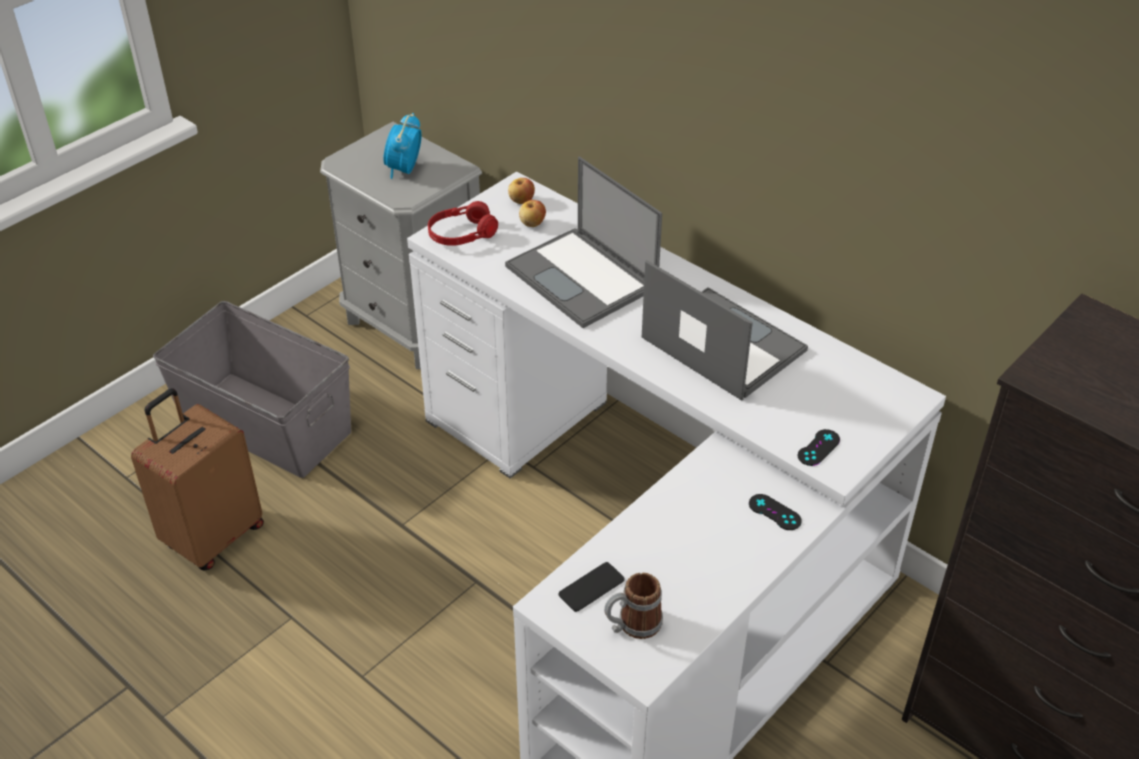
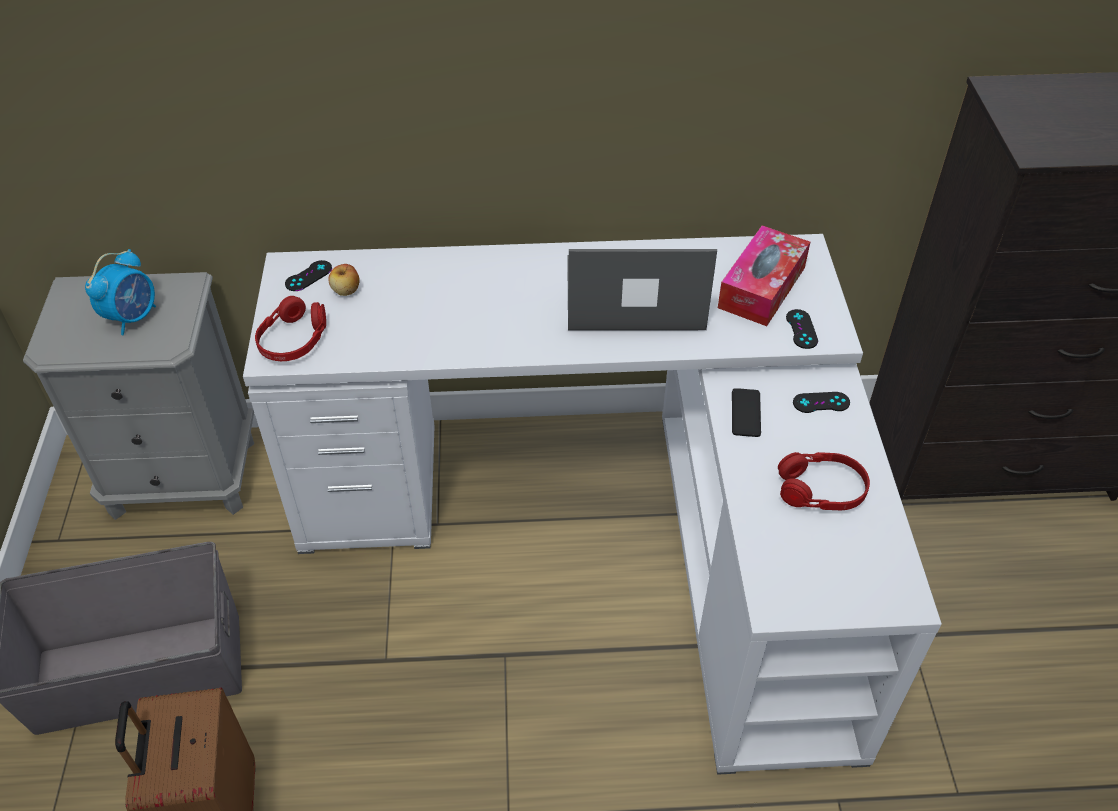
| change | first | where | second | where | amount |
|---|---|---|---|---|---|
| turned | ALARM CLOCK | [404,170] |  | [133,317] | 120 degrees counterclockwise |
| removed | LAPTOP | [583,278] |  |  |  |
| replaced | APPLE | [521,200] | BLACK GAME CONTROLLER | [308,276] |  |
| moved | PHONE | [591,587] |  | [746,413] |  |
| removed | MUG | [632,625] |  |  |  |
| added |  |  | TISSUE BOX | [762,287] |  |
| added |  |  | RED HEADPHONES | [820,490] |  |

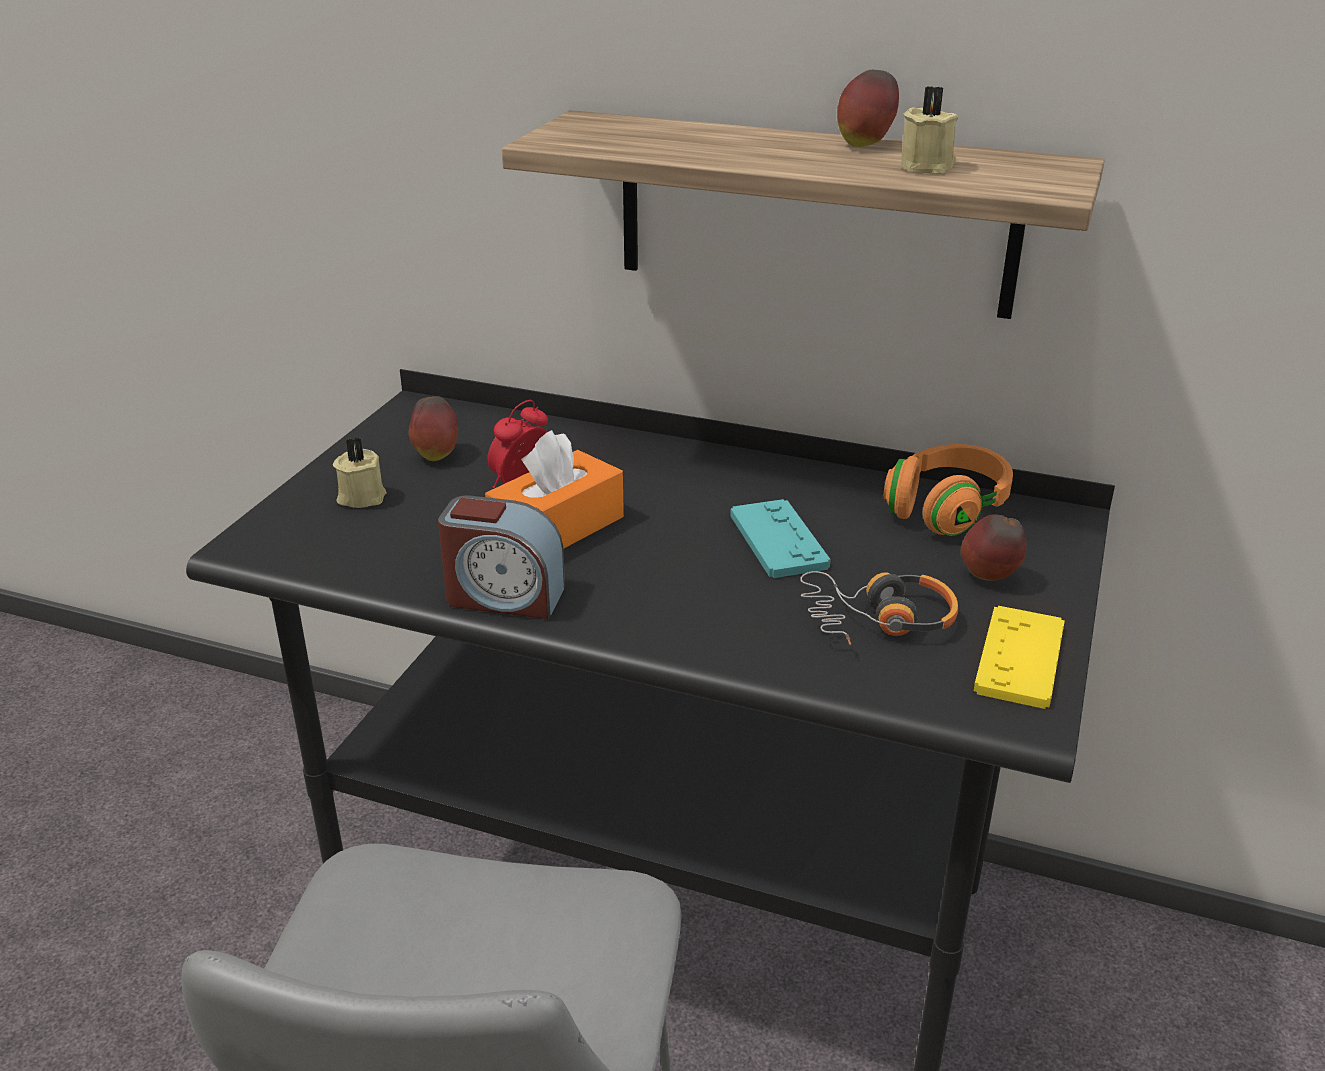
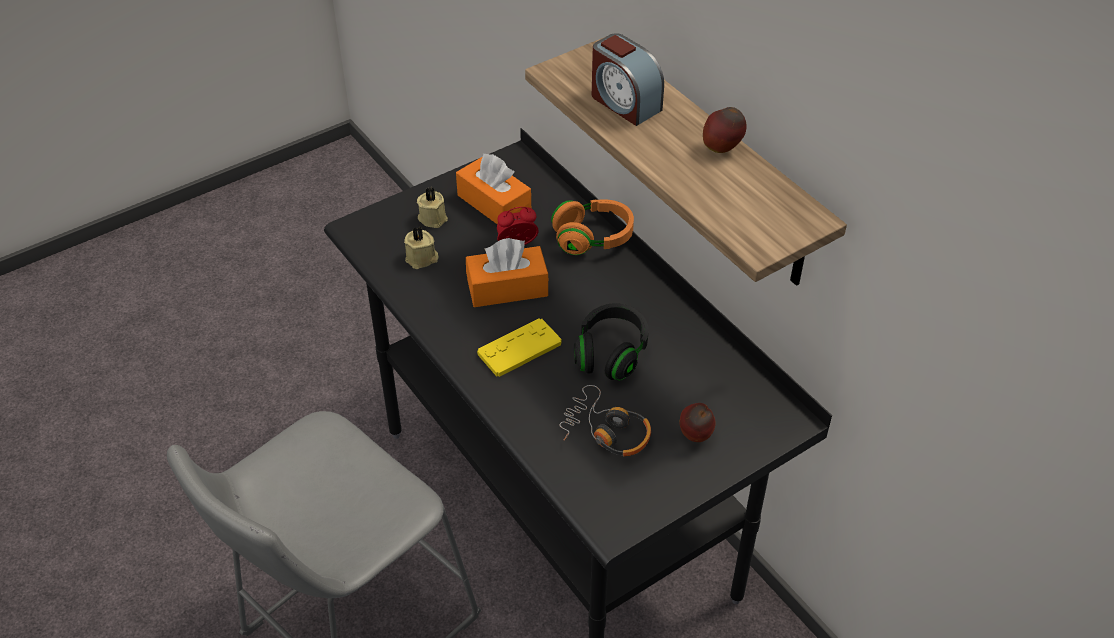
| change | first | where | second | where | amount |
|---|---|---|---|---|---|
| replaced | APPLE | [436,455] | ORANGE TISSUE BOX | [494,203] |  |
| moved | ALARM CLOCK | [504,596] |  | [624,103] |  |
| replaced | TURQUOISE GAME CONTROLLER | [778,540] | BLACK HEADPHONES | [611,353] |  |
| moved | ORANGE HEADPHONES | [947,510] |  | [593,238] |  |
| moved | BEIGE CANDLE | [929,166] |  | [422,259] |  |
| moved | YELLOW GAME CONTROLLER | [1019,658] |  | [519,348] |  |

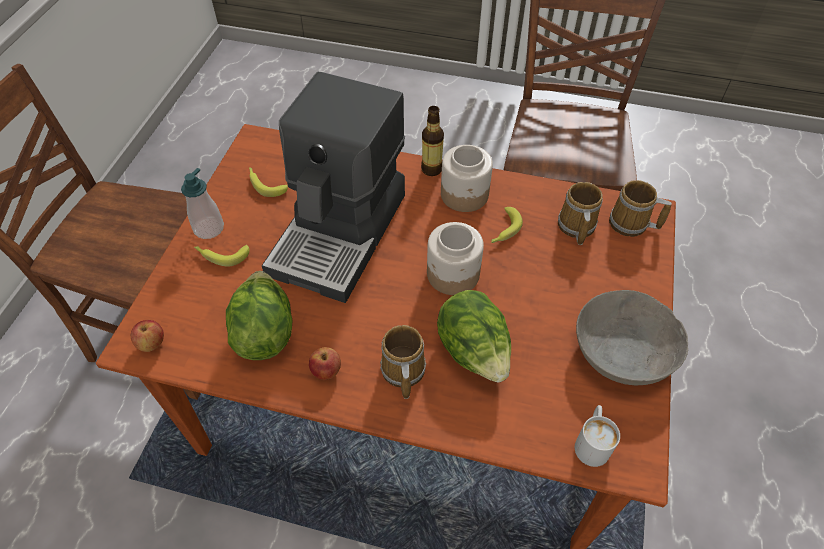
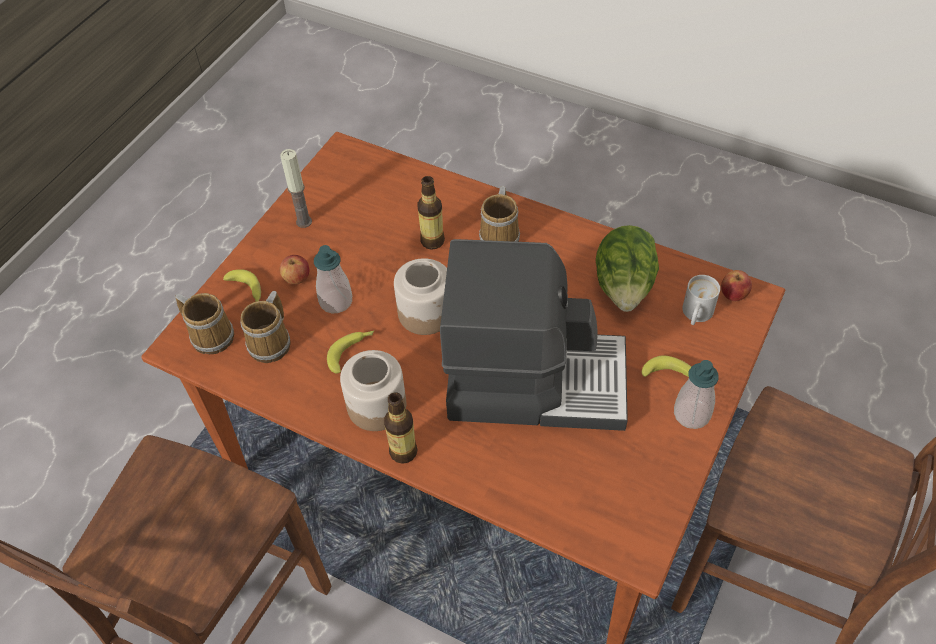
| change | first | where | second | where | amount |
|---|---|---|---|---|---|
| moved | BANANA | [265,184] |  | [247,292] |  |
| turned | COFFEE MACHINE | [341,233] |  | [535,380] | 60 degrees clockwise |
| moved | APPLE | [326,371] |  | [297,278] |  |
| replaced | LETTUCE | [474,352] | BOTTLE | [432,241] |  |
| moved | WHITE MUG | [592,442] |  | [696,315] |  |
| replaced | GREY BOWL | [621,351] | CANDLE | [304,221] |  |
| added |  |  | SOAP DISPENSER | [336,301] |  |

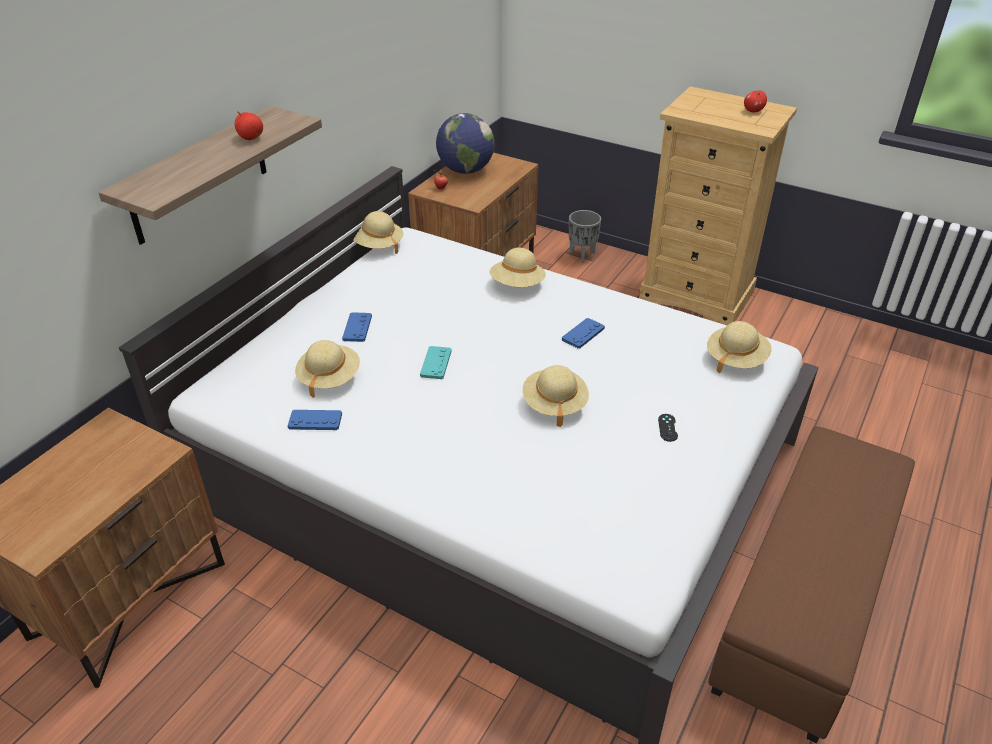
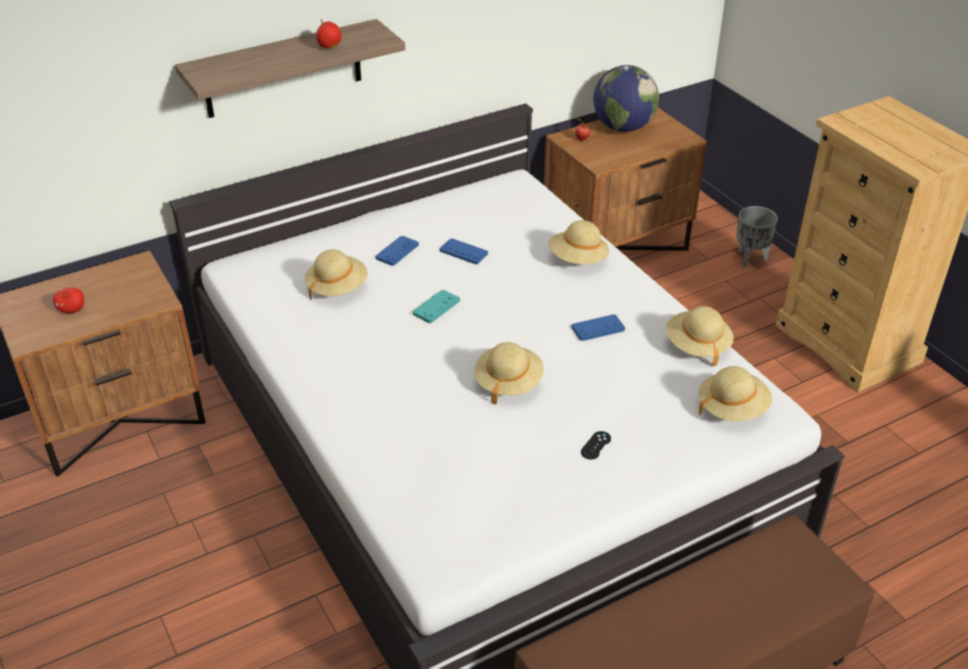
| change | first | where | second | where | amount |
|---|---|---|---|---|---|
| moved | BLUE GAME CONTROLLER | [315,421] |  | [463,252] |  |
| moved | BEIGE HAT | [377,245] |  | [697,346] |  |
| moved | APPLE | [753,111] |  | [72,310] |  |

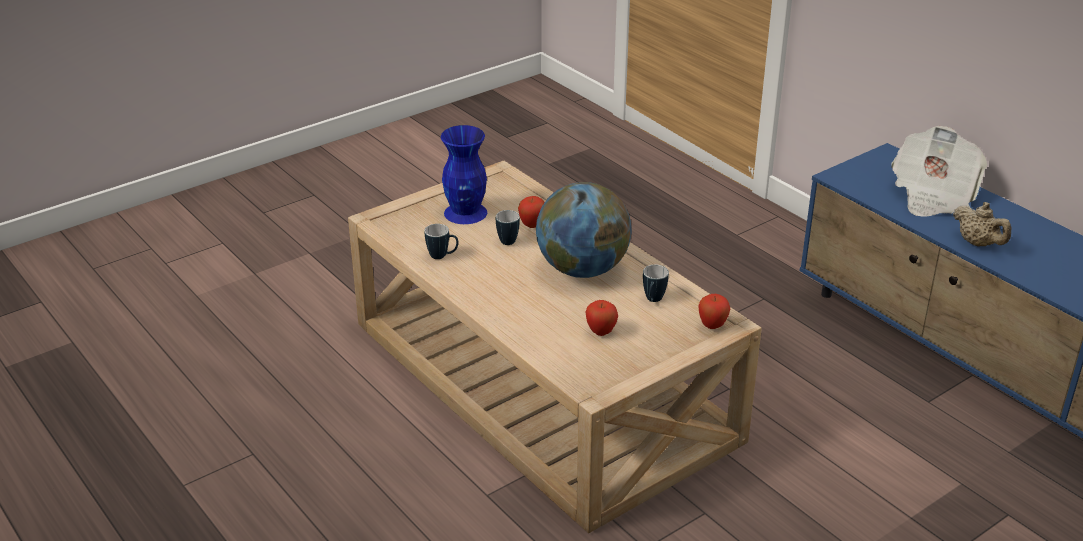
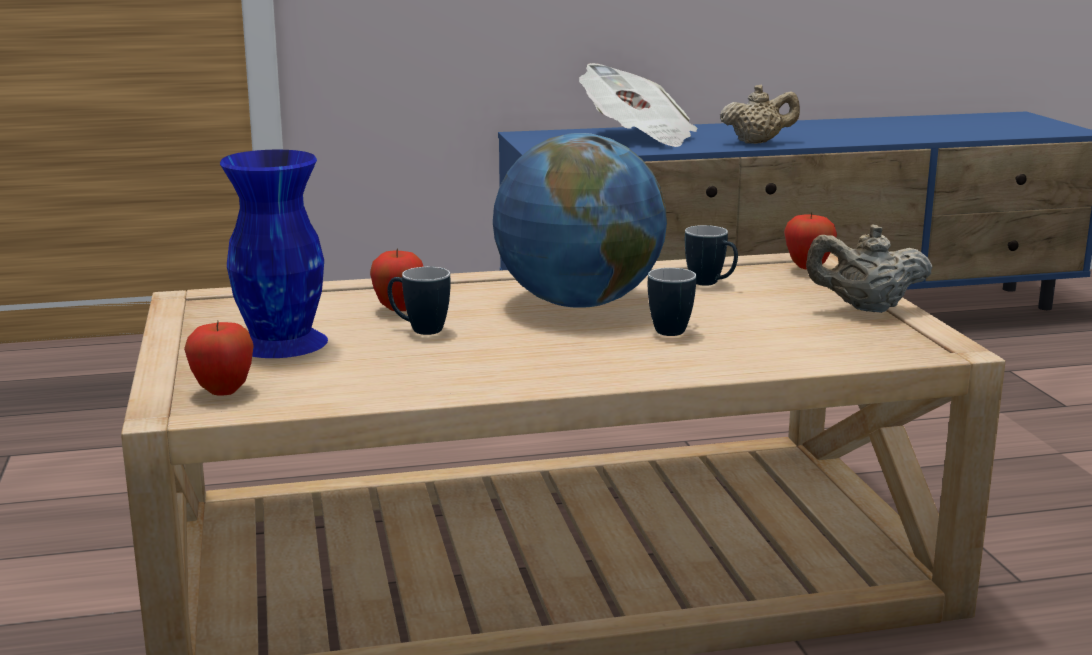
| change | first | where | second | where | amount |
|---|---|---|---|---|---|
| moved | MUG | [442,256] |  | [675,330] |  |
| moved | APPLE | [601,332] |  | [223,391] |  |
| added |  |  | BEIGE TEAPOT | [865,308] |  |

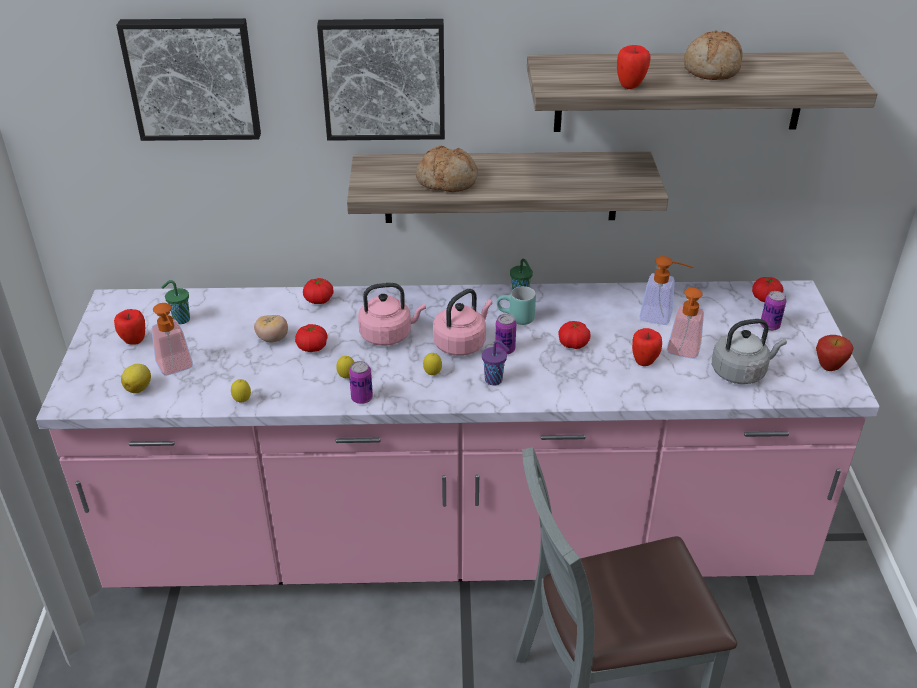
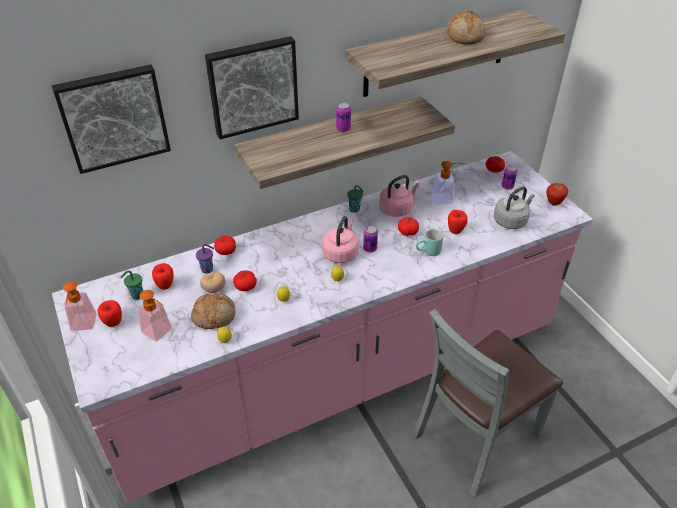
| change | first | where | second | where | amount |
|---|---|---|---|---|---|
| removed | LEMON | [139,388] |  |  |  |
| moved | CAN | [362,398] |  | [343,129] |  |
| moved | PINK KETTLE | [388,335] |  | [397,209] |  |
| moved | BREAD | [447,180] |  | [214,316] |  |
| moved | PURPLE CUP | [494,380] |  | [208,269] |  |
| moved | TURQUOISE MUG | [515,319] |  | [428,253] |  |
| moved | APPLE | [630,86] |  | [165,286] |  |
| moved | SOAP DISPENSER | [682,353] |  | [83,326] |  |

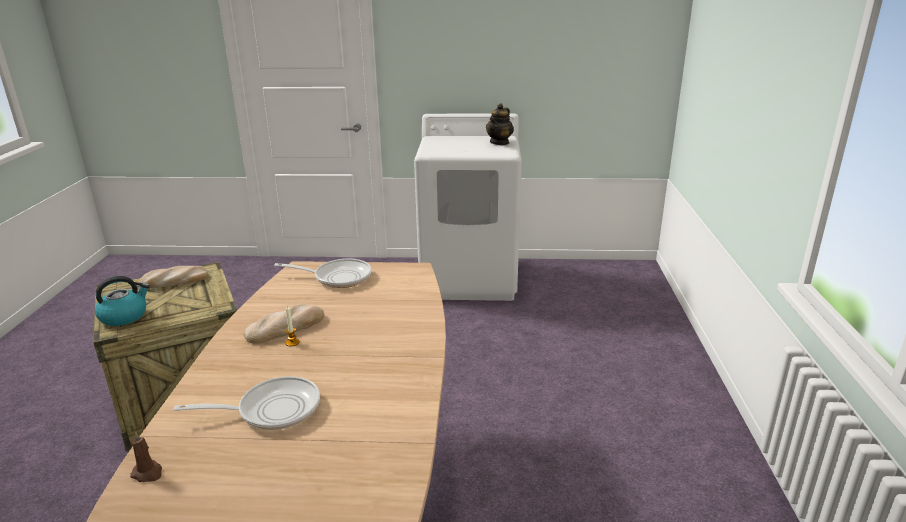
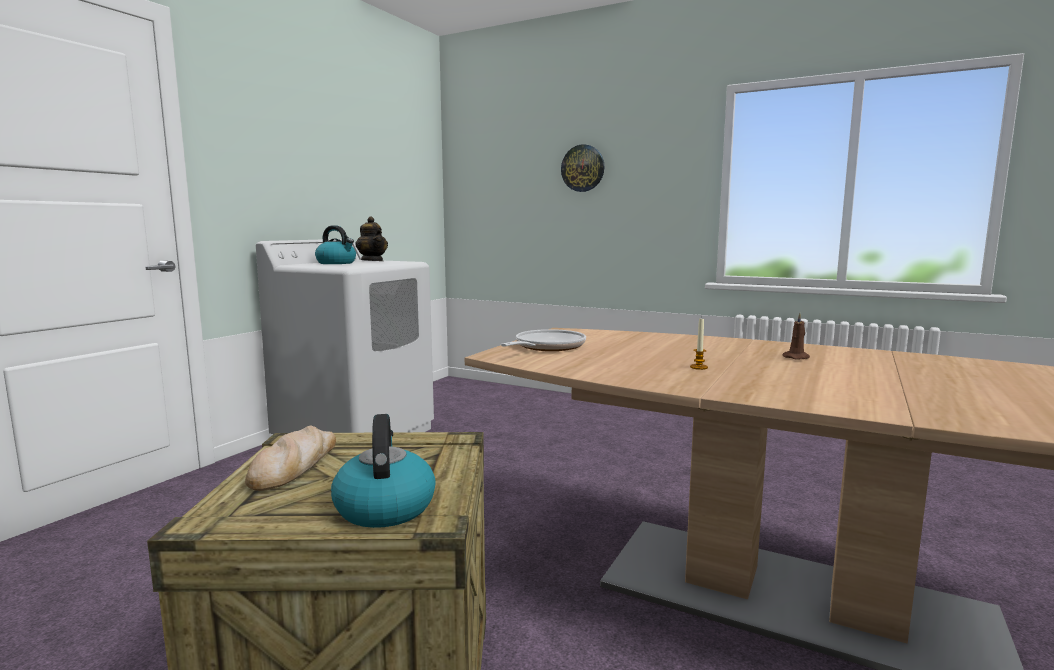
| change | first | where | second | where | amount |
|---|---|---|---|---|---|
| moved | BROWN CANDLE | [148,473] |  | [796,357] |  |
| removed | FRYING PAN | [272,410] |  |  |  |
| removed | BREAD | [285,327] |  |  |  |
| added |  |  | KETTLE | [337,263] |  |
| added |  |  | WALL CLOCK | [583,168] |  |

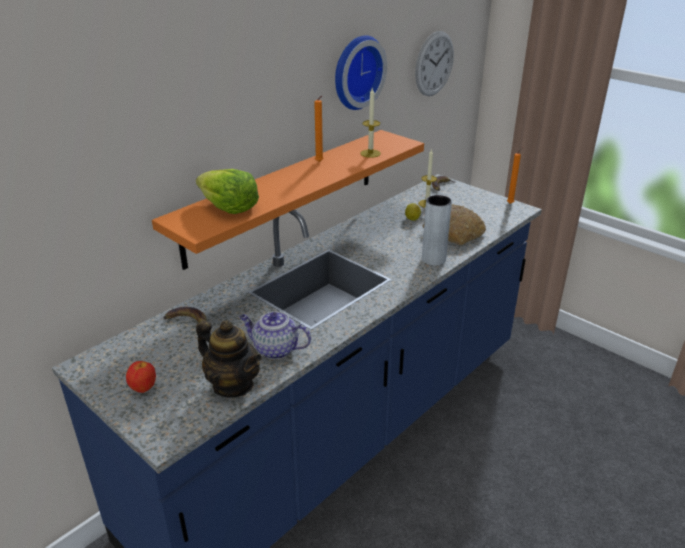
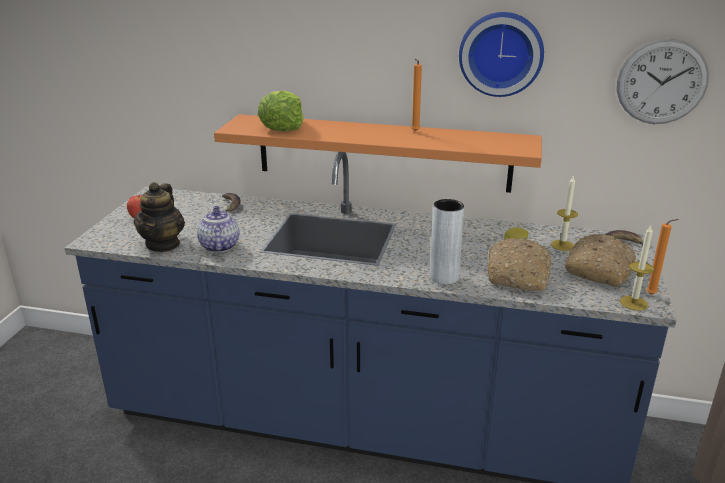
| change | first | where | second | where | amount |
|---|---|---|---|---|---|
| moved | CANDLE | [370,153] |  | [633,303] |  |
| added |  |  | BREAD | [598,269] |  |

